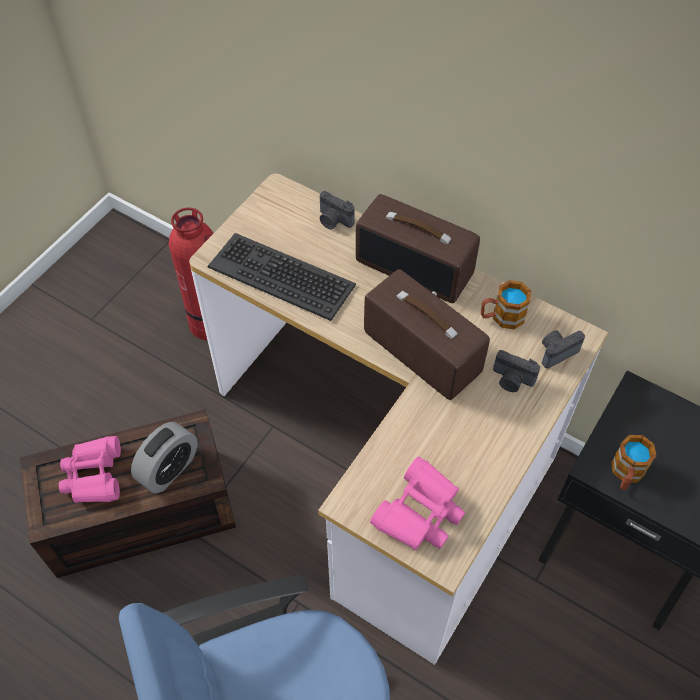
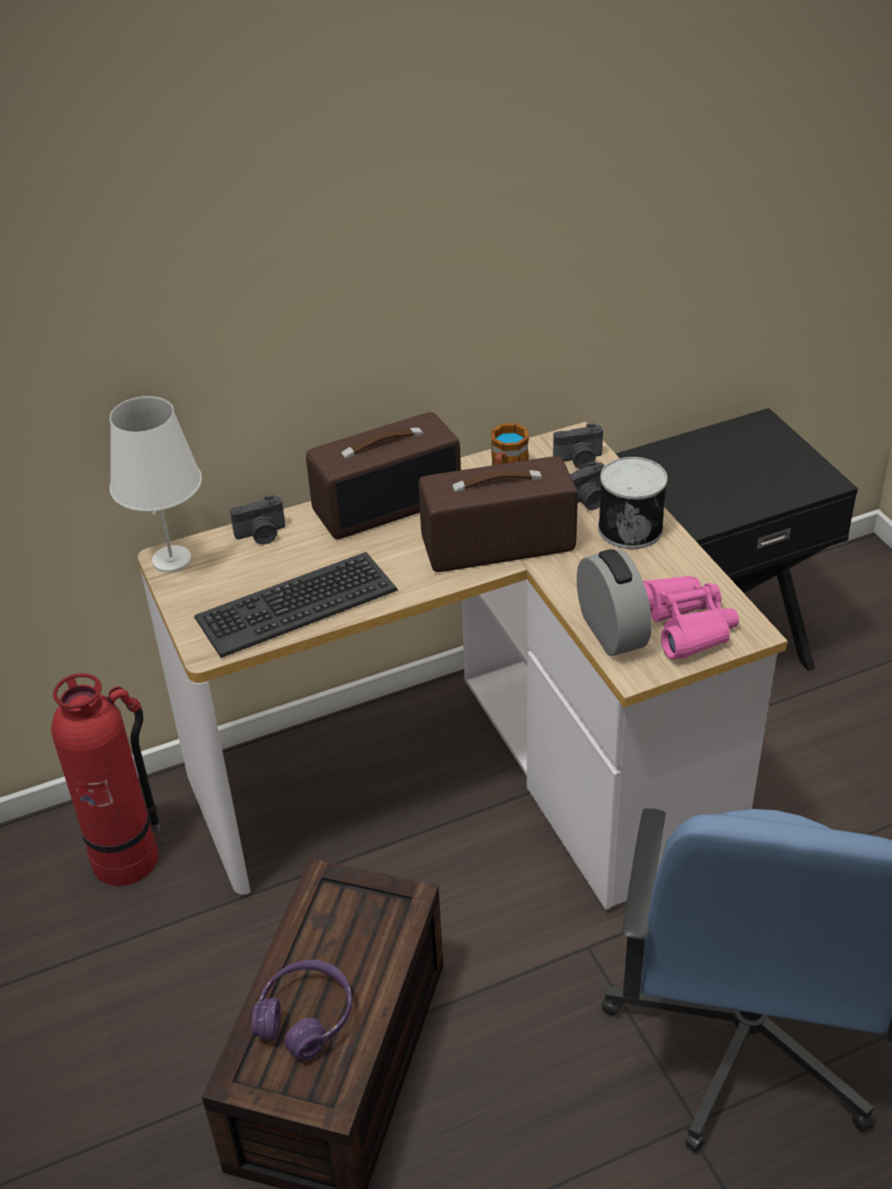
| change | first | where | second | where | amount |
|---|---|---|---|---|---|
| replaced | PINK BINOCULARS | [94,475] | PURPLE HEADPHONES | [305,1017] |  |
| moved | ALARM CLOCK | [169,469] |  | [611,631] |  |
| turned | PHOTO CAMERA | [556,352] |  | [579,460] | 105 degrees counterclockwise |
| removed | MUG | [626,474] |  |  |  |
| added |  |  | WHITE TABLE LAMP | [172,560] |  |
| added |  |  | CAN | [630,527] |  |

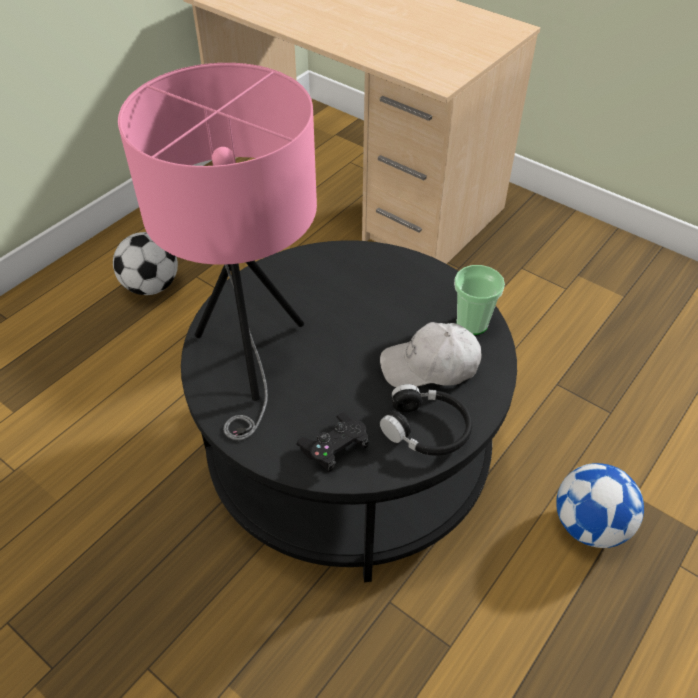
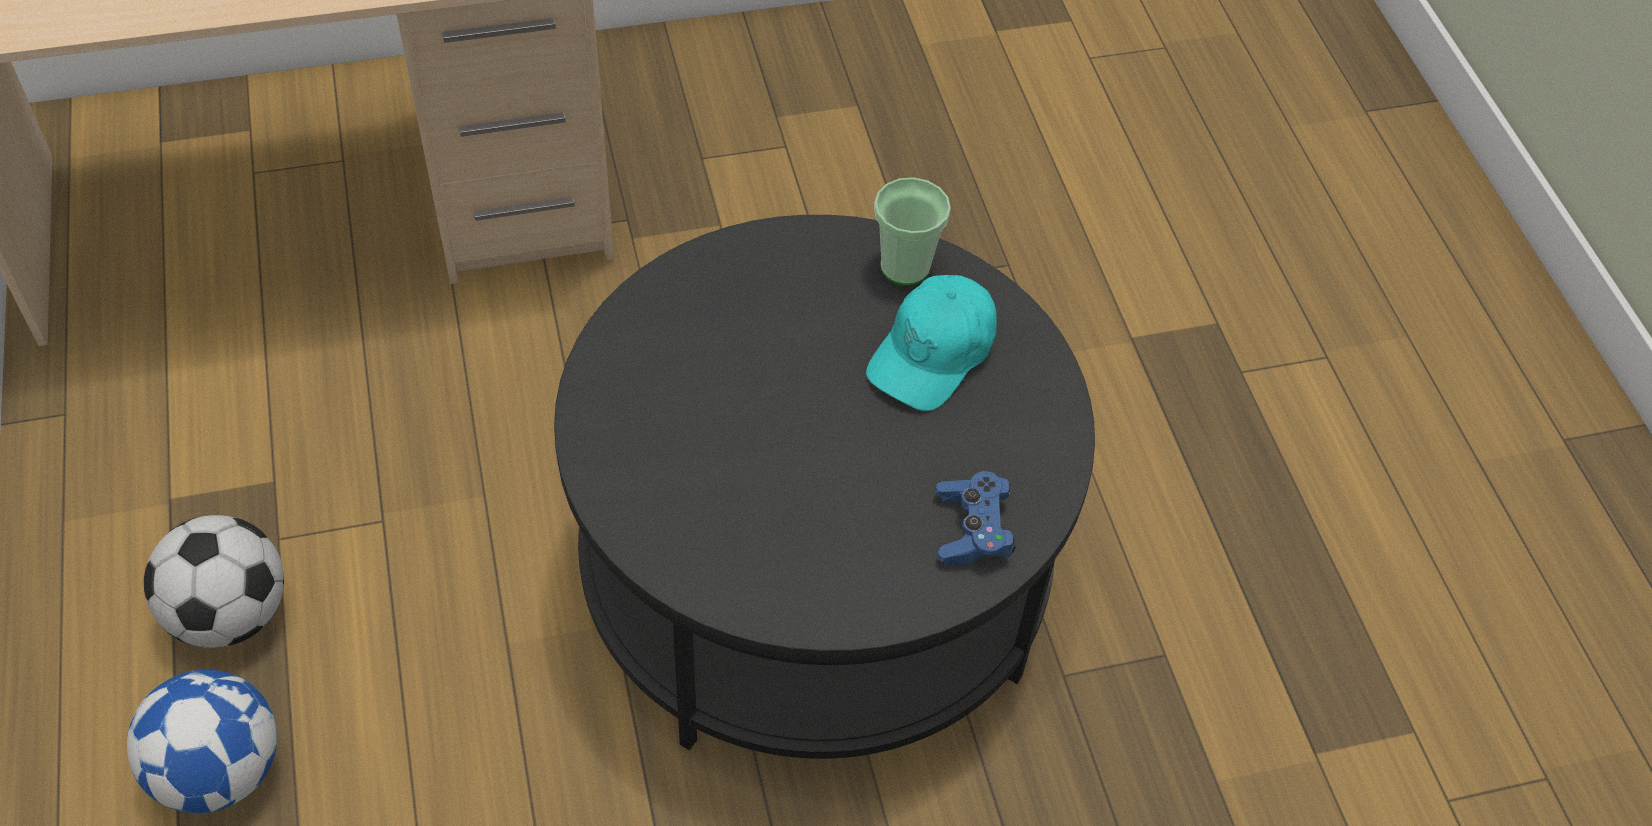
| change | first | where | second | where | amount |
|---|---|---|---|---|---|
| removed | PINK TABLE LAMP | [250,359] |  |  |  |
| recoloured | BLACK GAME CONTROLLER | [334,448] | BLUE GAME CONTROLLER | [972,530] |  |
| recoloured | WHITE CAP | [430,366] | TURQUOISE CAP | [933,354] |  |
| removed | BLACK HEADPHONES | [426,429] |  |  |  |
| moved | FOOTBALL | [589,525] |  | [220,771] |  |

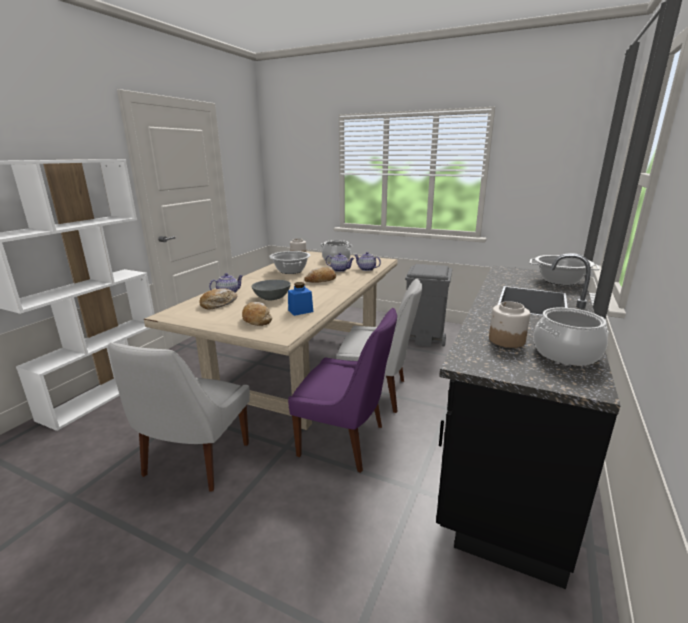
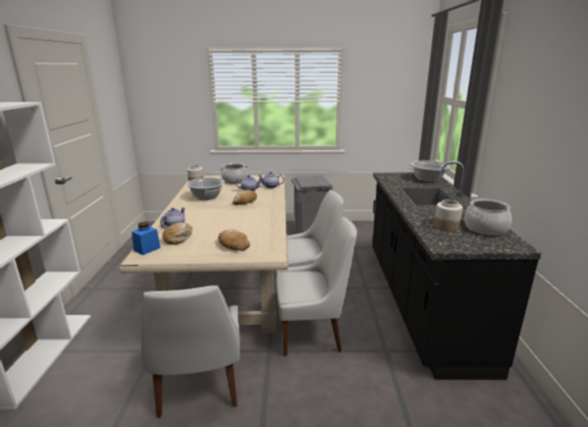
| change | first | where | second | where | amount |
|---|---|---|---|---|---|
| removed | GREY BOWL | [272,298] |  |  |  |
| moved | BLUE JAR | [300,311] |  | [147,249] |  |
| recoloured | PURPLE CHAIR | [345,441] | WHITE CHAIR | [312,332] |  |

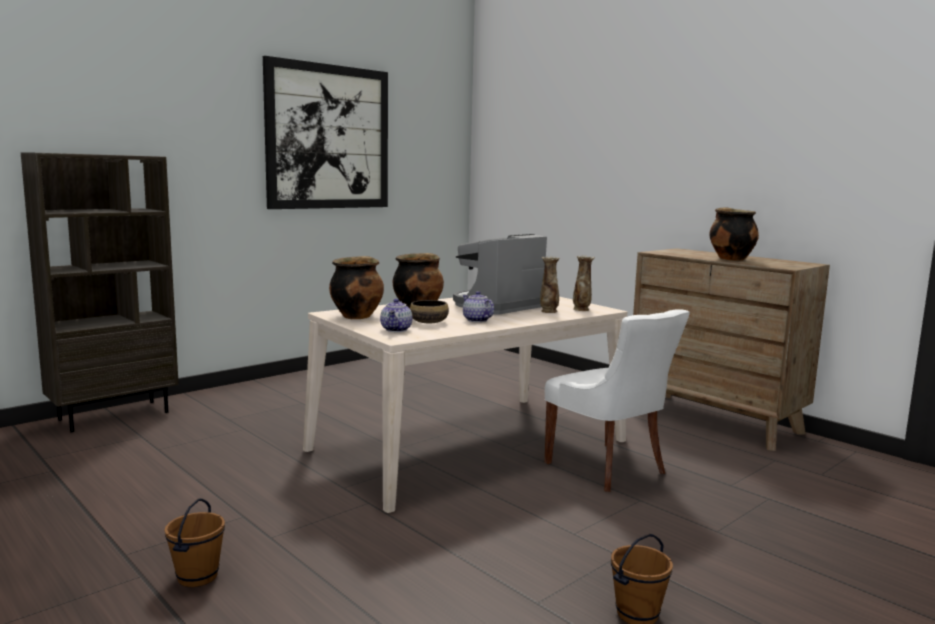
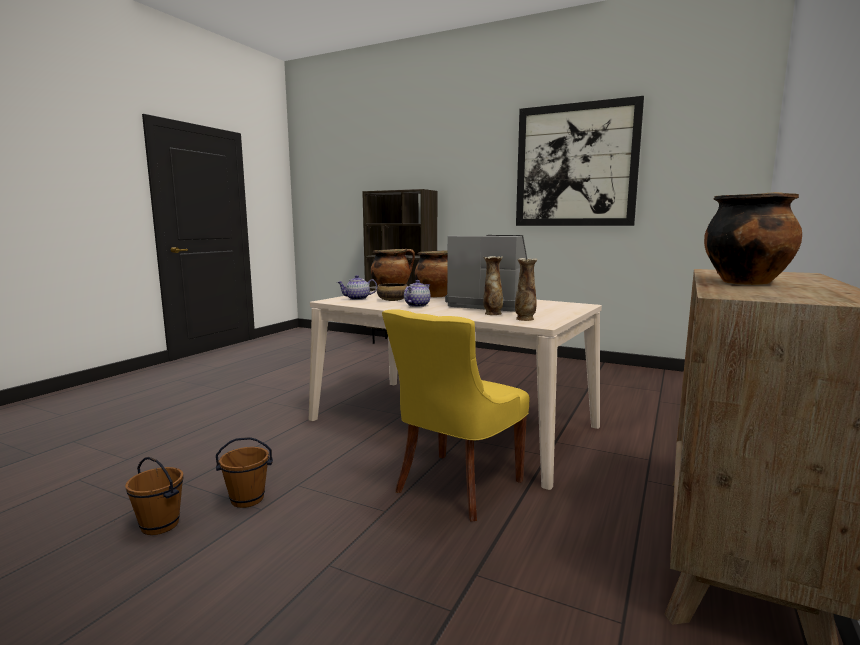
| change | first | where | second | where | amount |
|---|---|---|---|---|---|
| moved | BROWN BUCKET | [197,576] |  | [247,499] |  |
| recoloured | WHITE CHAIR | [608,468] | YELLOW CHAIR | [455,487] |  |

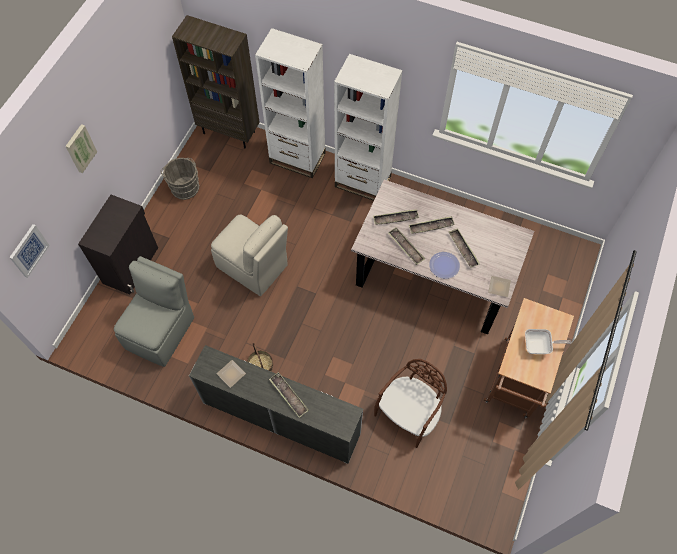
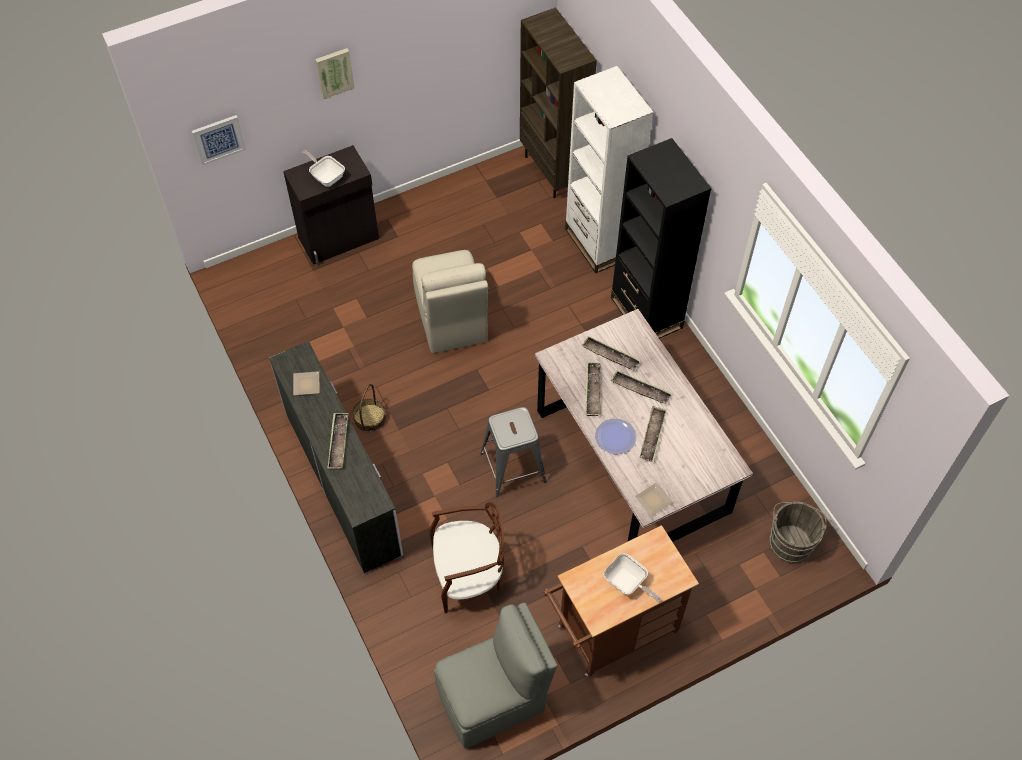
| change | first | where | second | where | amount |
|---|---|---|---|---|---|
| moved | GREY CHAIR | [161,331] |  | [493,698] |  |
| moved | GREY BUCKET | [184,187] |  | [790,541] |  |
| recoloured | WHITE BOOKCASE | [362,182] | BLACK BOOKCASE | [646,313] |  |
| added |  |  | FRYING PAN | [326,177] |  |
| added |  |  | GREY STOOL | [513,467] |  |

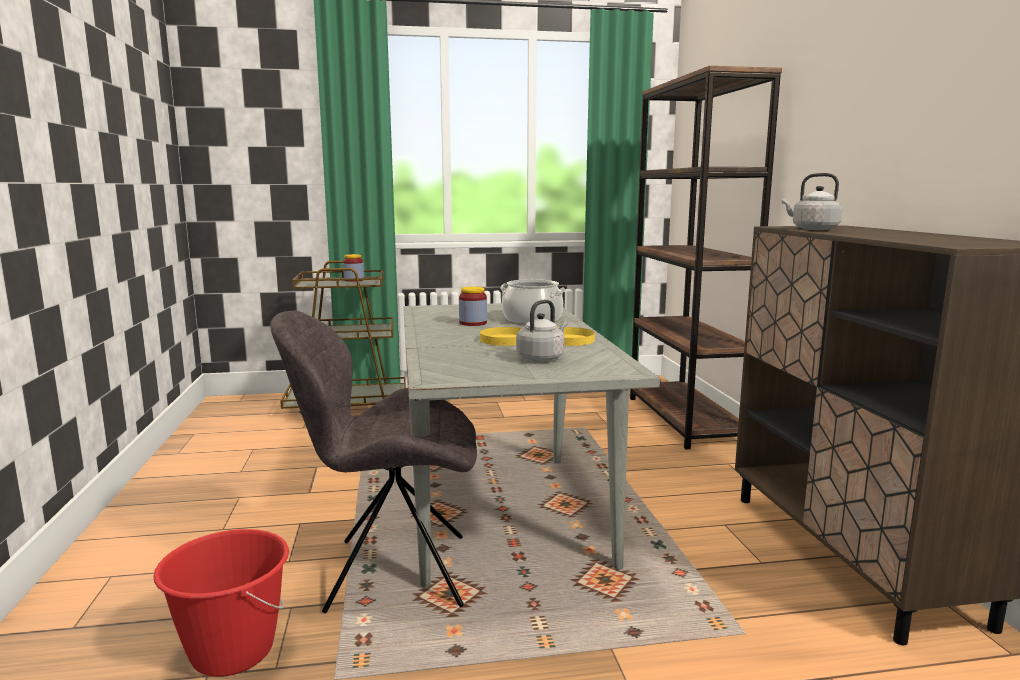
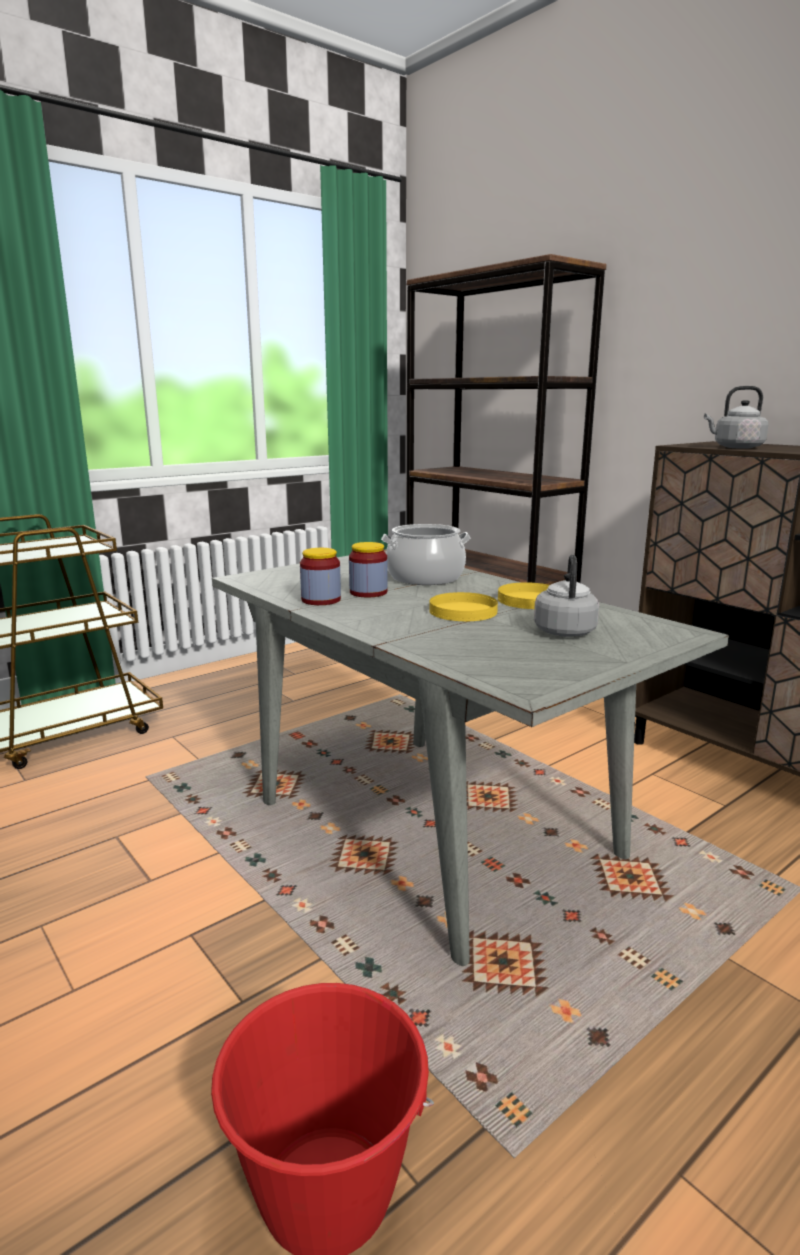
| change | first | where | second | where | amount |
|---|---|---|---|---|---|
| removed | GREY CHAIR | [391,572] |  |  |  |
| moved | JAR | [354,280] |  | [321,600] |  |

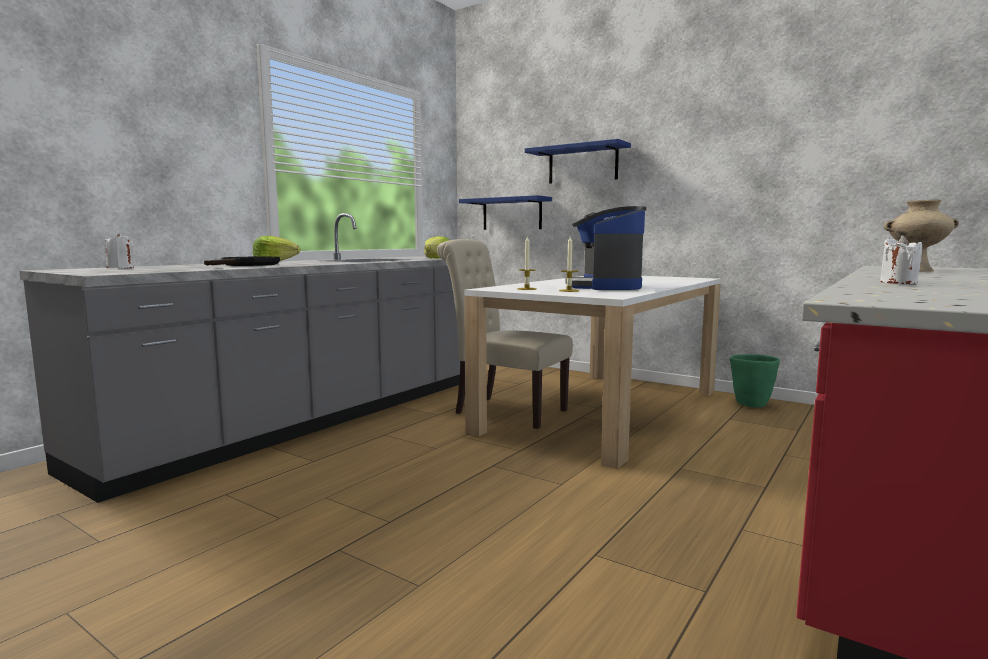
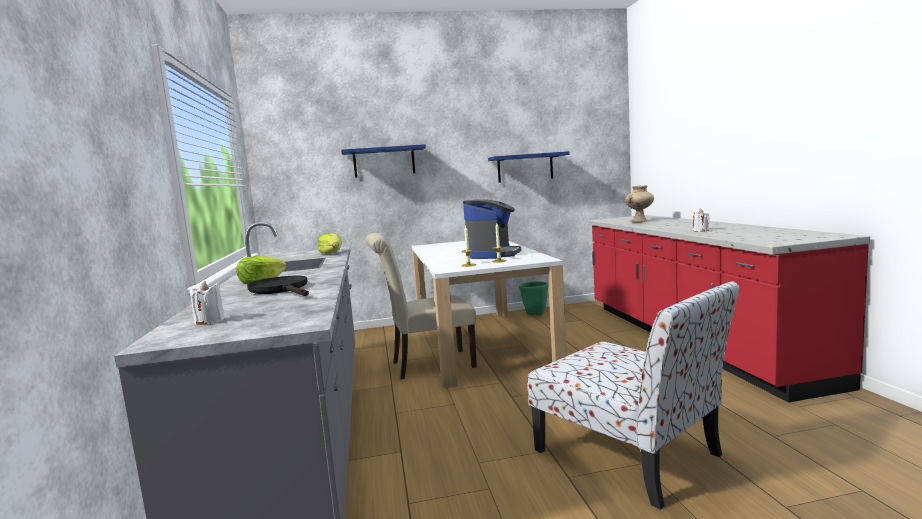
| change | first | where | second | where | amount |
|---|---|---|---|---|---|
| moved | BLUE SHELF | [512,214] |  | [525,167] |  |
| turned | COFFEE MACHINE | [604,286] |  | [493,254] | 120 degrees counterclockwise |
| added |  |  | CHAIR | [630,454] |  |

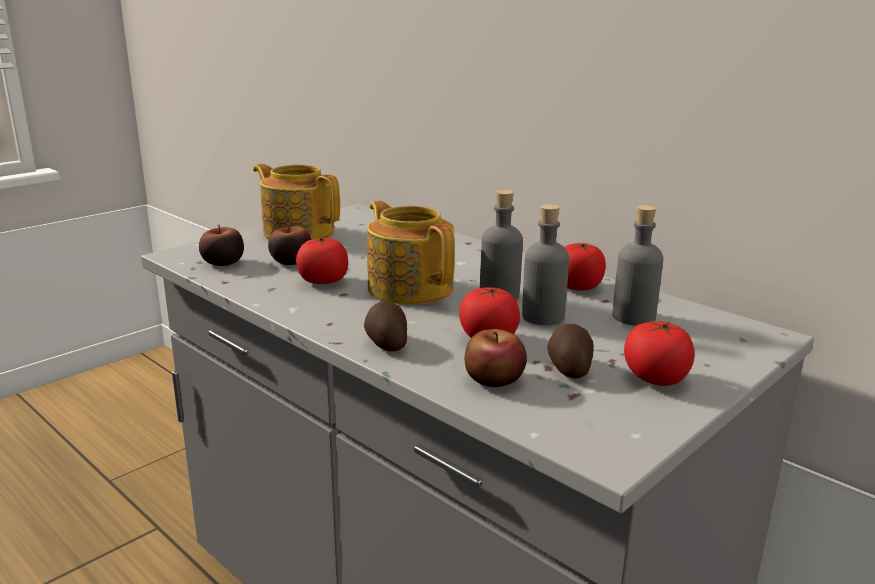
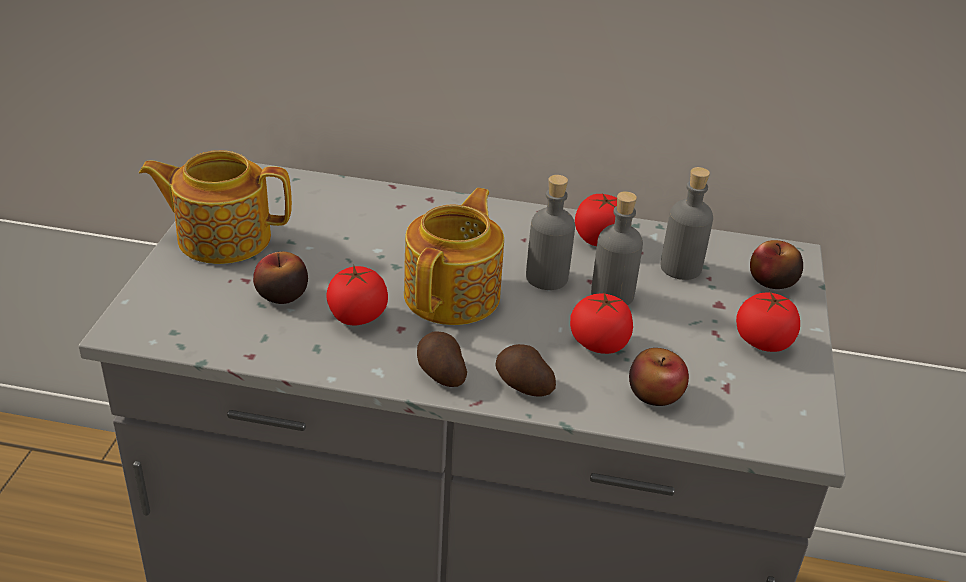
| change | first | where | second | where | amount |
|---|---|---|---|---|---|
| moved | APPLE | [223,262] |  | [772,281] |  |
| turned | TEAPOT | [410,287] |  | [454,294] | 90 degrees clockwise |
| moved | POTATO | [569,368] |  | [440,373] |  |

